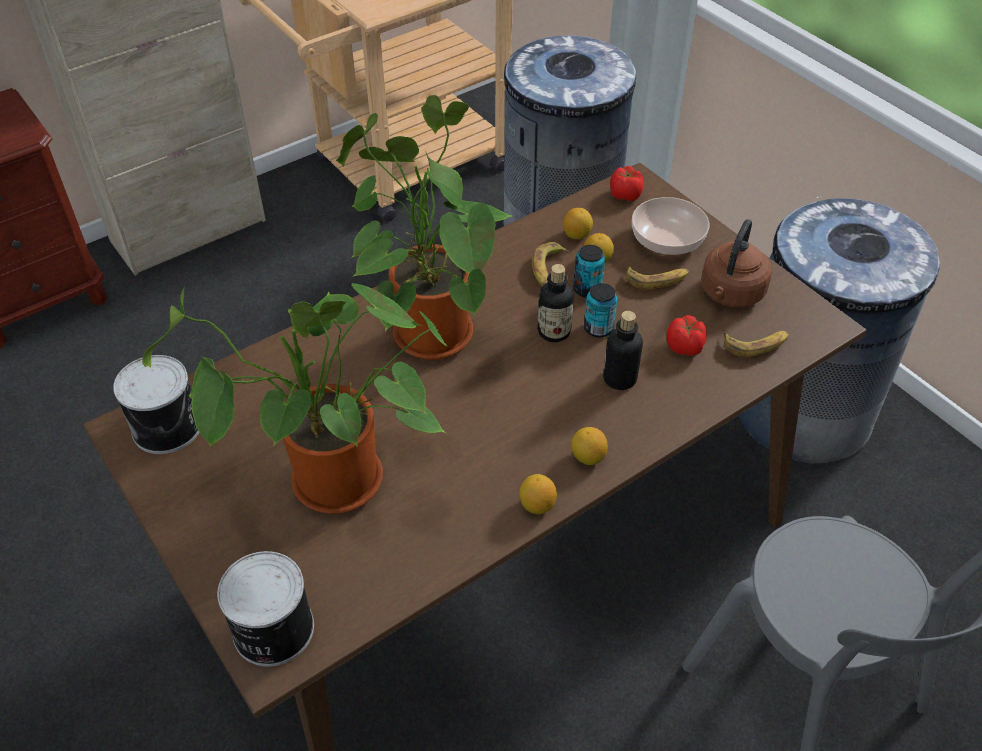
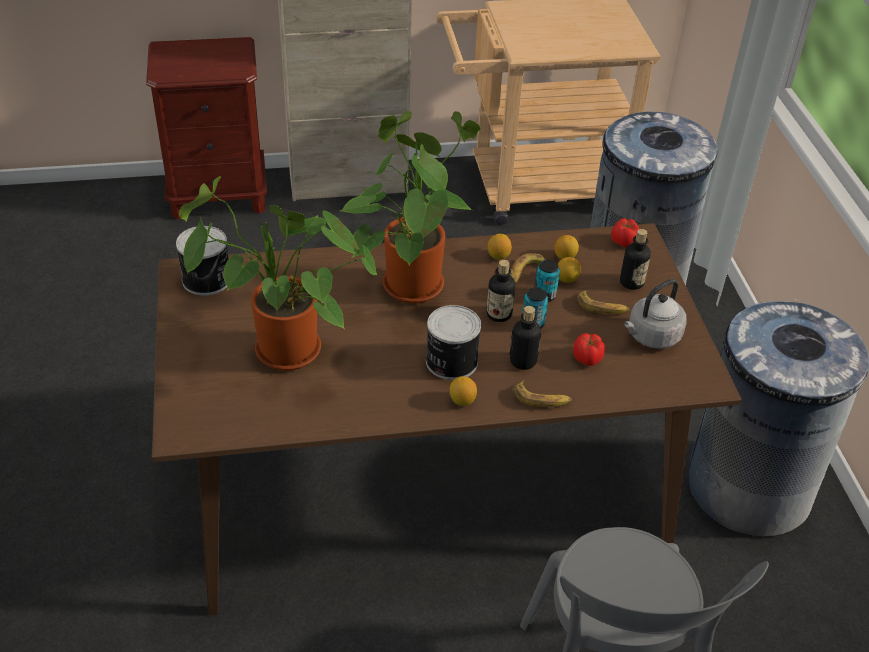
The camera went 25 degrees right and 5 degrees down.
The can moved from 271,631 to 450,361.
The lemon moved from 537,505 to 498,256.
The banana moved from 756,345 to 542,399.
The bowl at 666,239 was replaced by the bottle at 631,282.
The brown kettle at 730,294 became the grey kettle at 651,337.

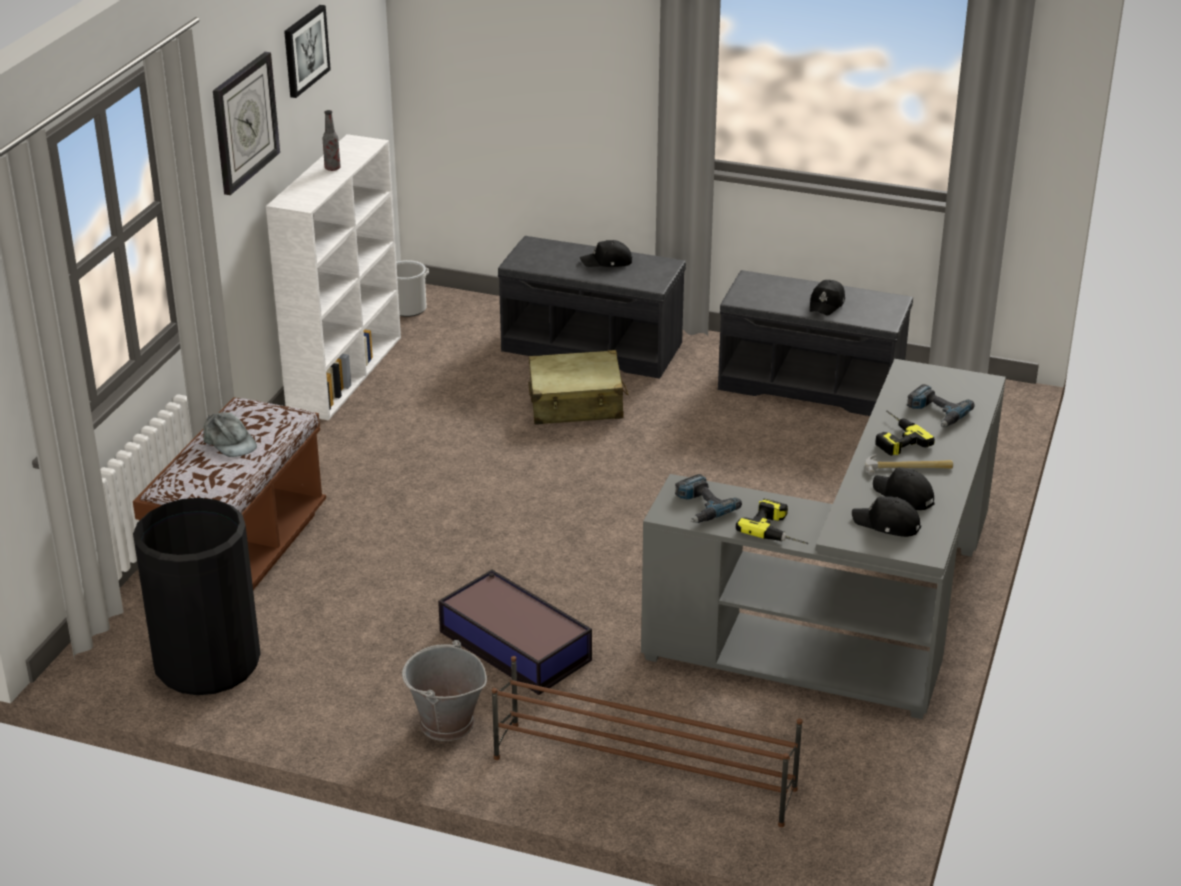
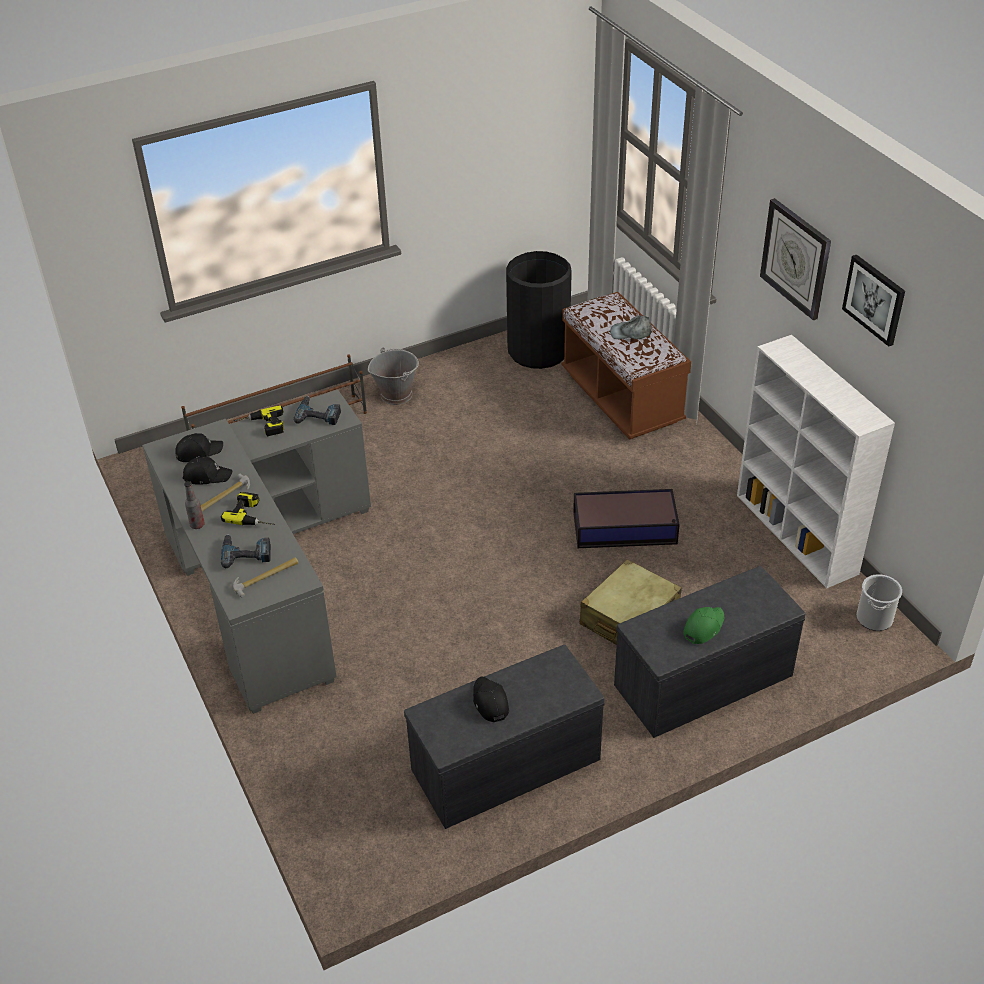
The camera went 135 degrees right and 10 degrees up.
The hammer at 266,577 appeared.
The bottle moved from 332,168 to 197,525.
The storage box moved from 514,644 to 626,528.
The black cap at 607,262 became the green cap at 703,627.

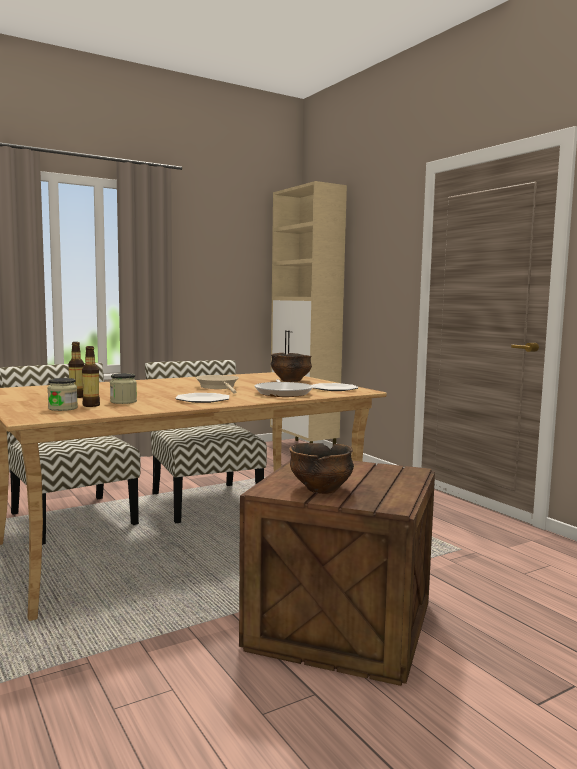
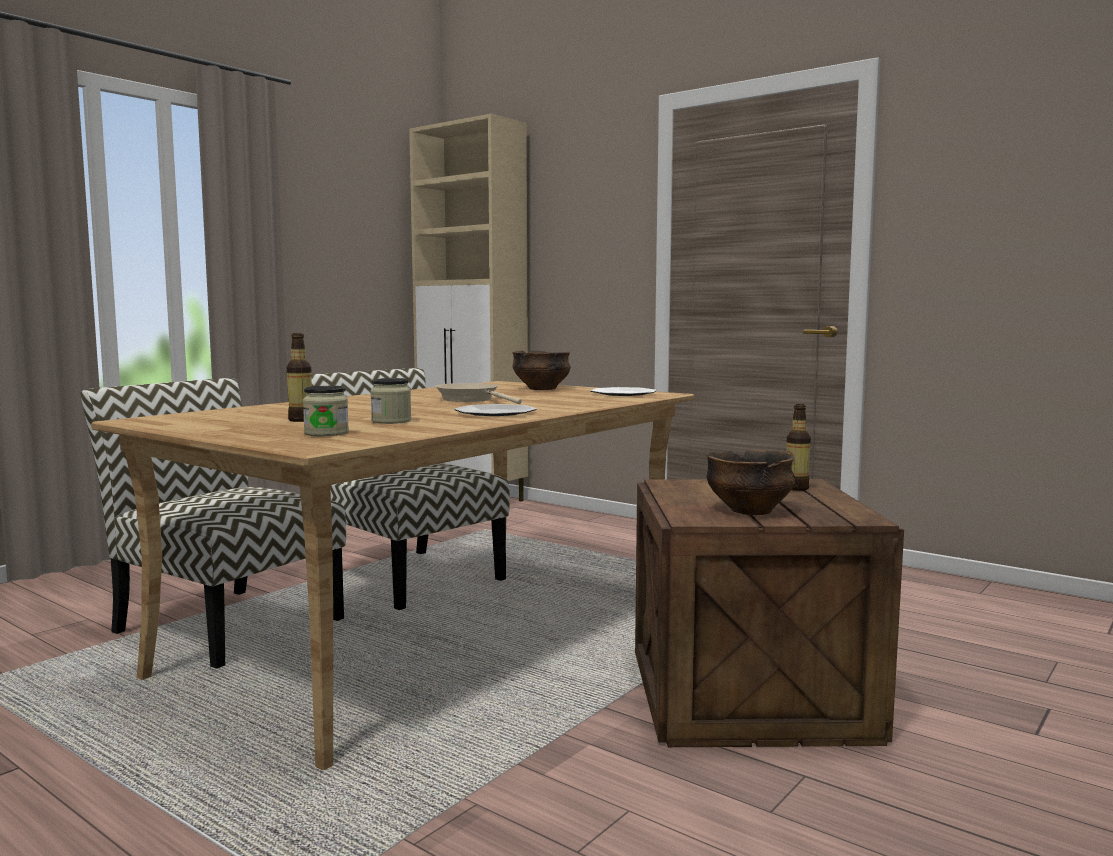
The camera went 20 degrees left and 0 degrees up.
The frying pan at 283,393 disappeared.
The bottle moved from 91,405 to 796,488.

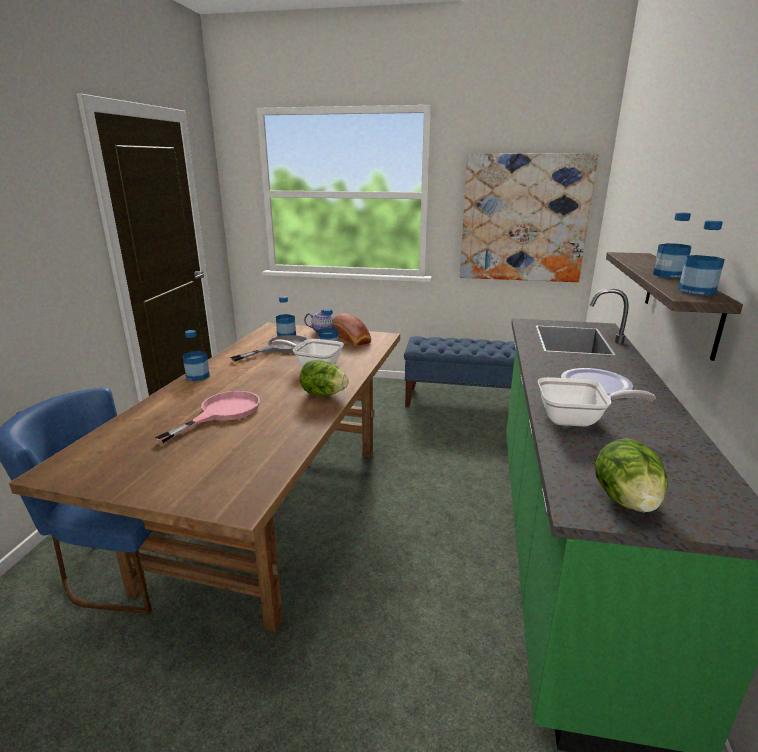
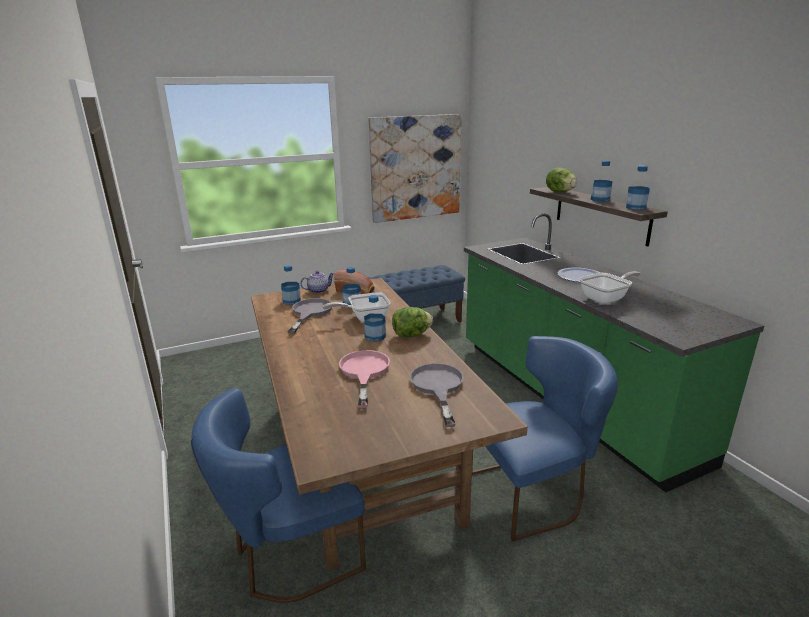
The camera went 35 degrees left and 0 degrees up.
The grey frying pan at 437,387 appeared.
The blue chair at 534,492 appeared.
The bottle moved from 197,376 to 375,336.
The lettuce moved from 626,500 to 560,192.

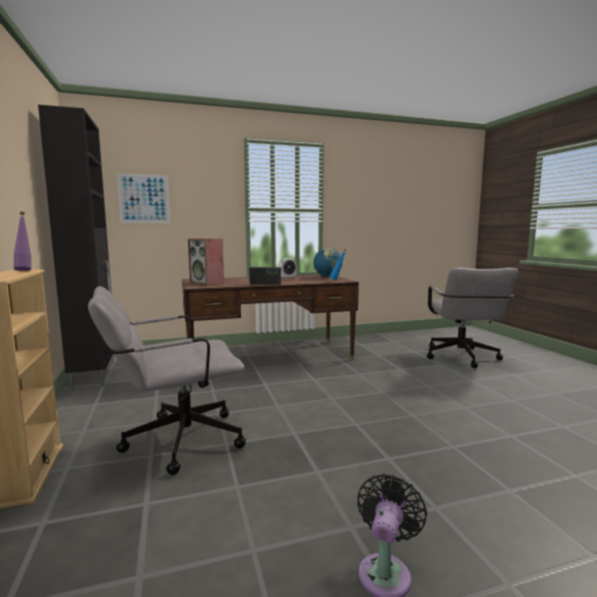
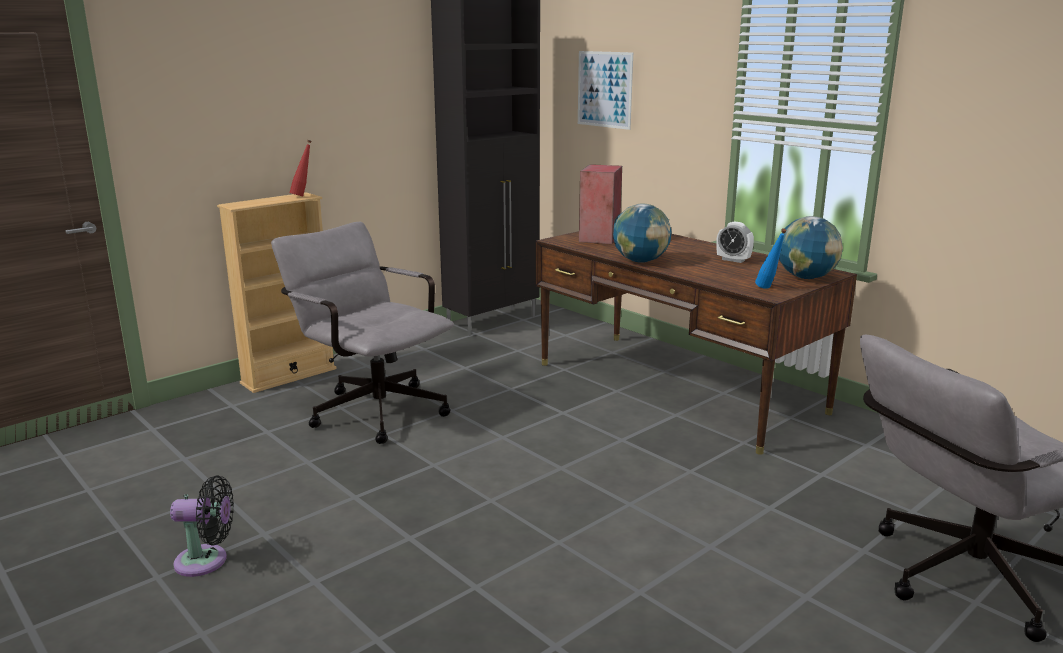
The camera went 65 degrees right and 10 degrees up.
The radio at 265,284 was replaced by the globe at 640,261.
The purple bottle at 25,270 became the red bottle at 303,196.

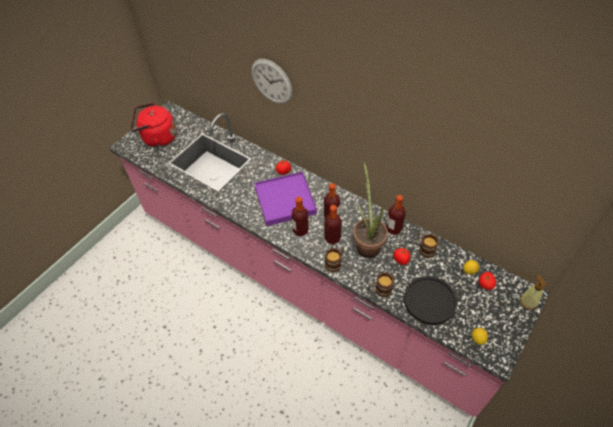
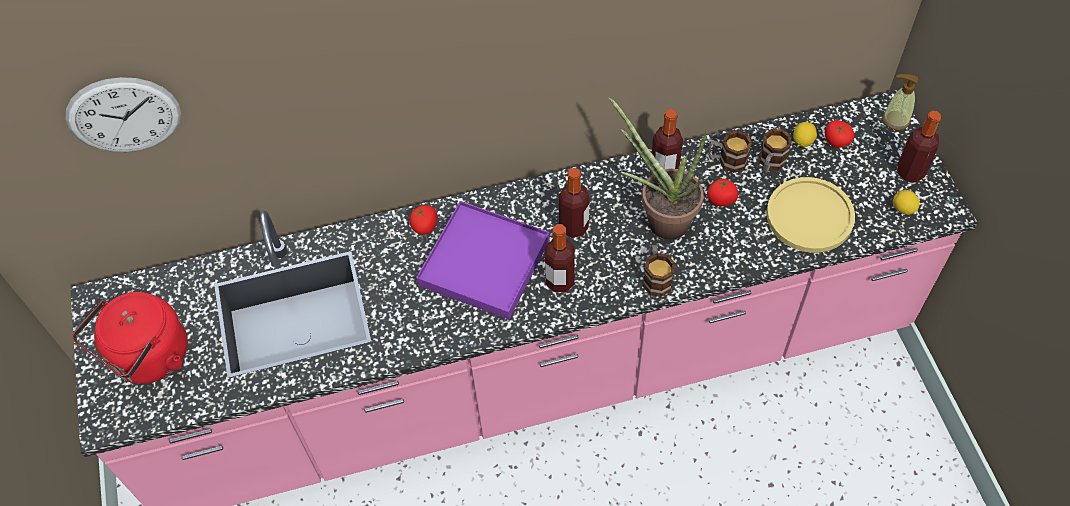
The camera went 50 degrees left and 5 degrees up.
The wall clock moved from 271,81 to 124,115.
The bottle moved from 332,238 to 910,172.
The mug moved from 379,290 to 770,164.
The black plate at 430,300 became the yellow plate at 809,216.

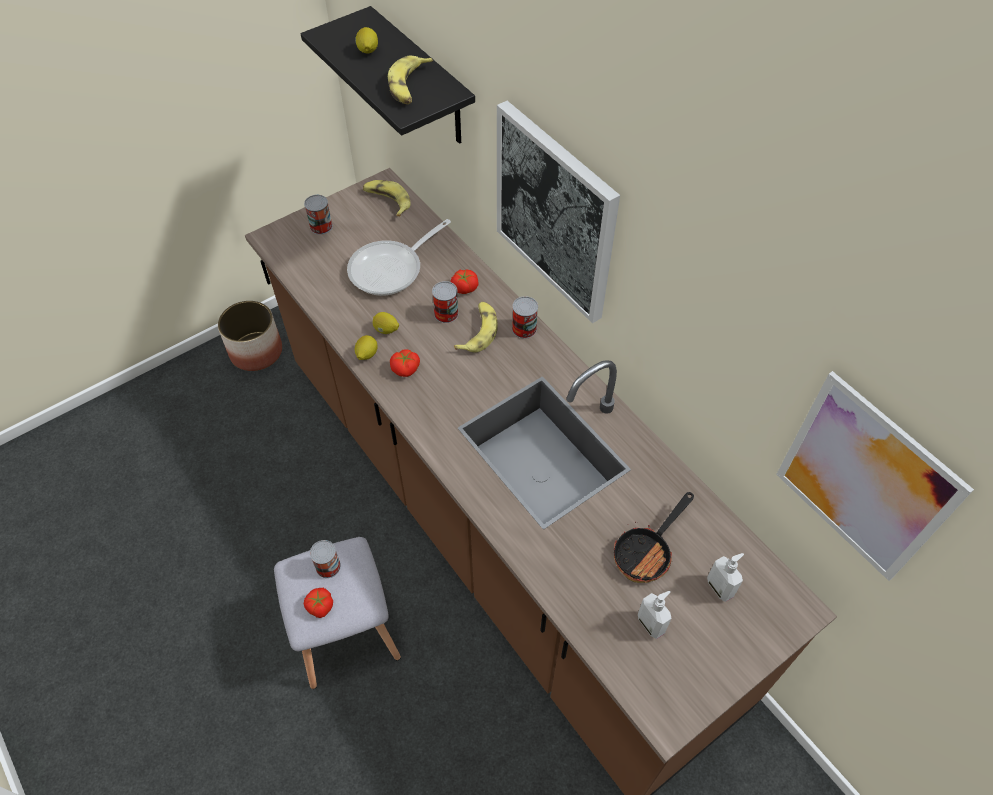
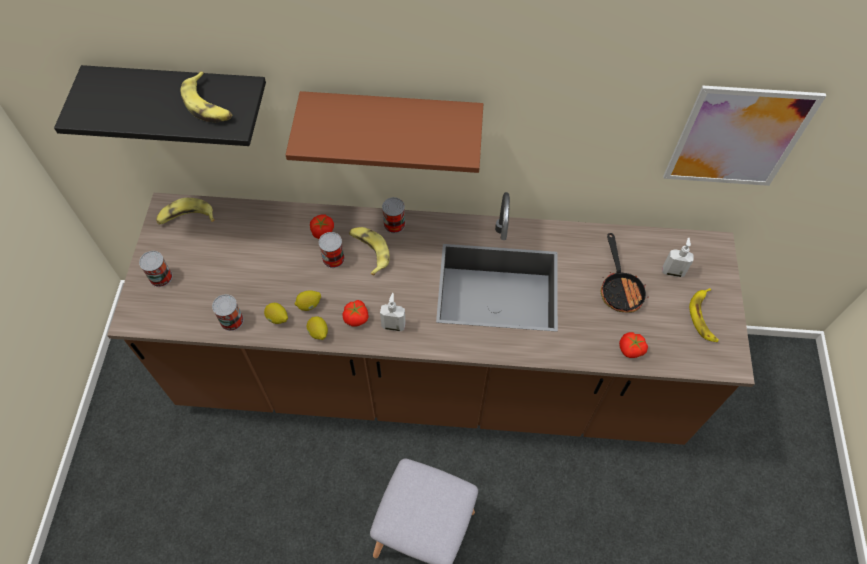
The camera went 50 degrees left and 5 degrees up.
The planter at 257,351 disappeared.
The frying pan at 391,269 disappeared.
The banana at 704,317 appeared.
The tomato moved from 320,606 to 631,349.
The can moved from 328,566 to 231,320.
The lemon moved from 367,51 to 277,318.
The soap dispenser moved from 651,624 to 393,325.
The picture at 556,212 was replaced by the brown shelf at 392,121.

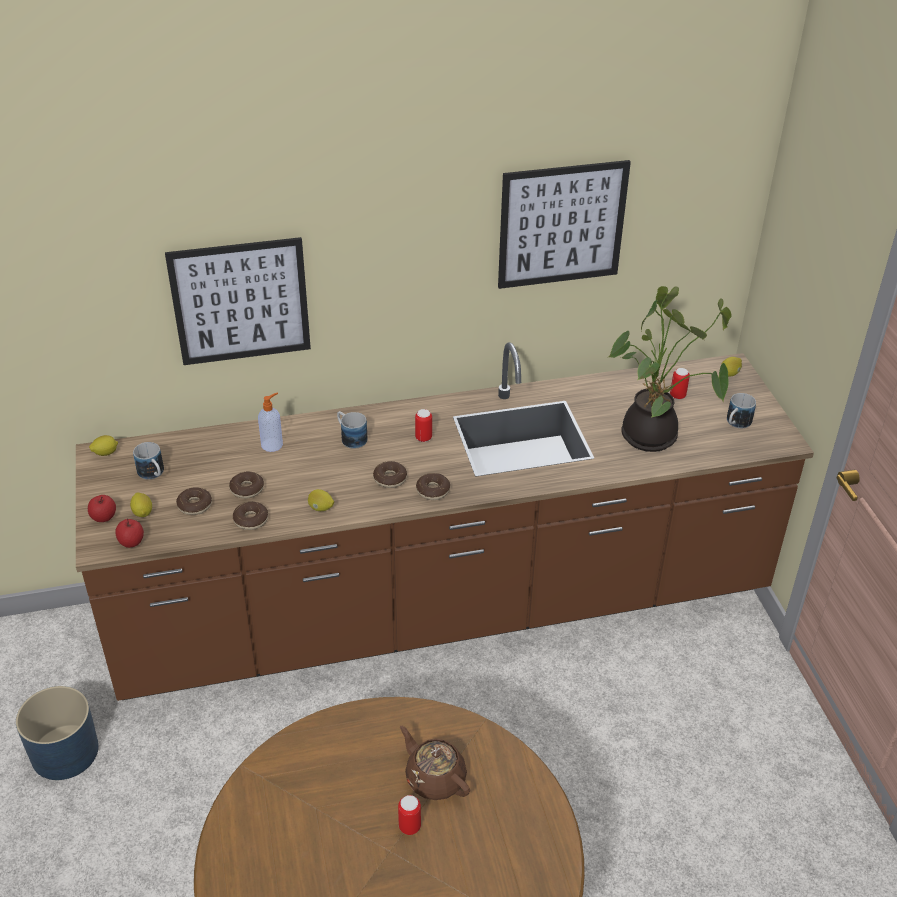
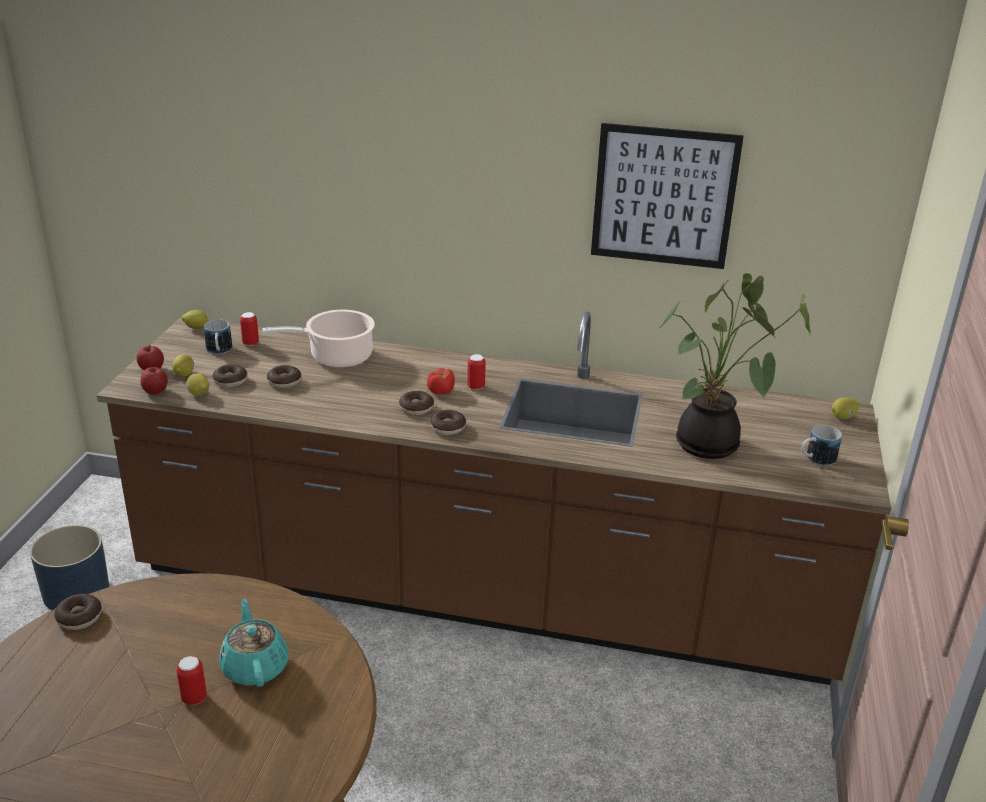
The camera went 25 degrees right and 10 degrees down.
The picture at 240,301 disappeared.
The mug at 350,437 disappeared.
The tomato at 441,391 appeared.
The donut moved from 251,520 to 79,617.
The lemon moved from 321,508 to 198,394.
The can moved from 677,396 to 250,343.
The soap dispenser at 272,444 was replaced by the cooking pot at 336,357.
The brown teapot at 434,778 became the turquoise teapot at 255,666.

